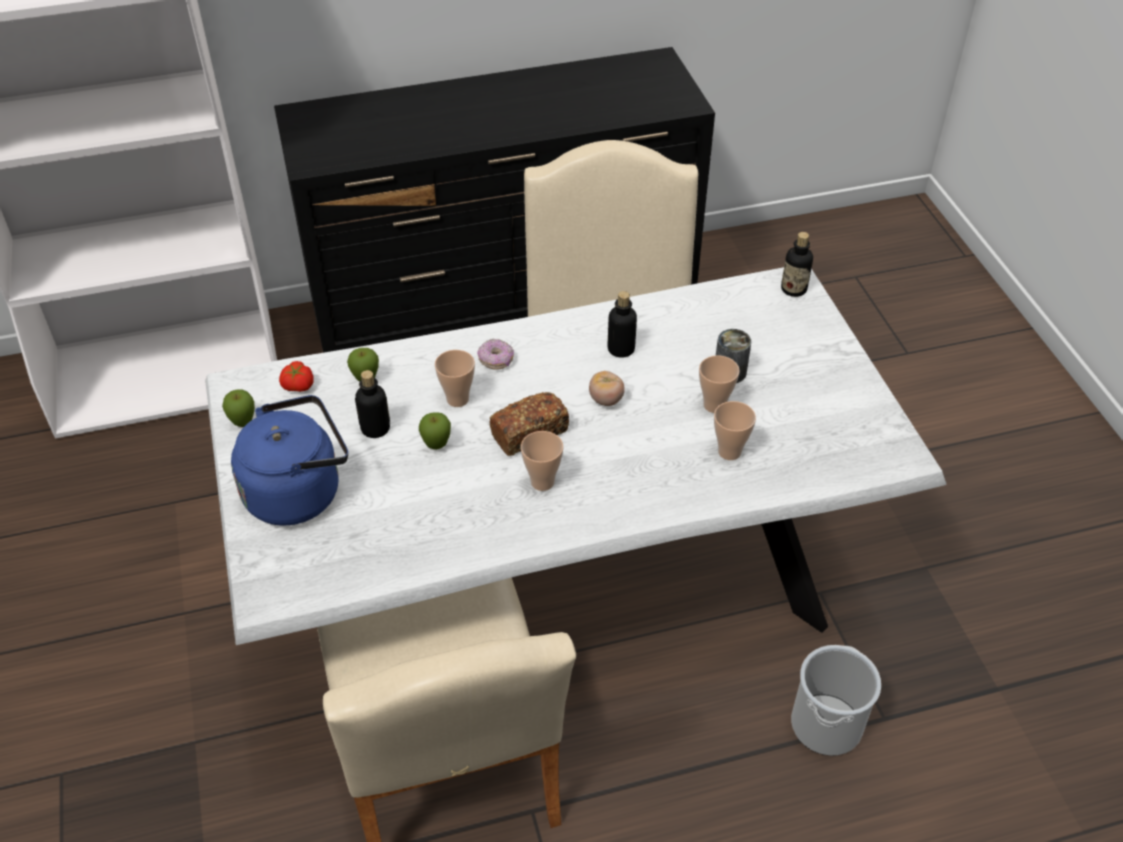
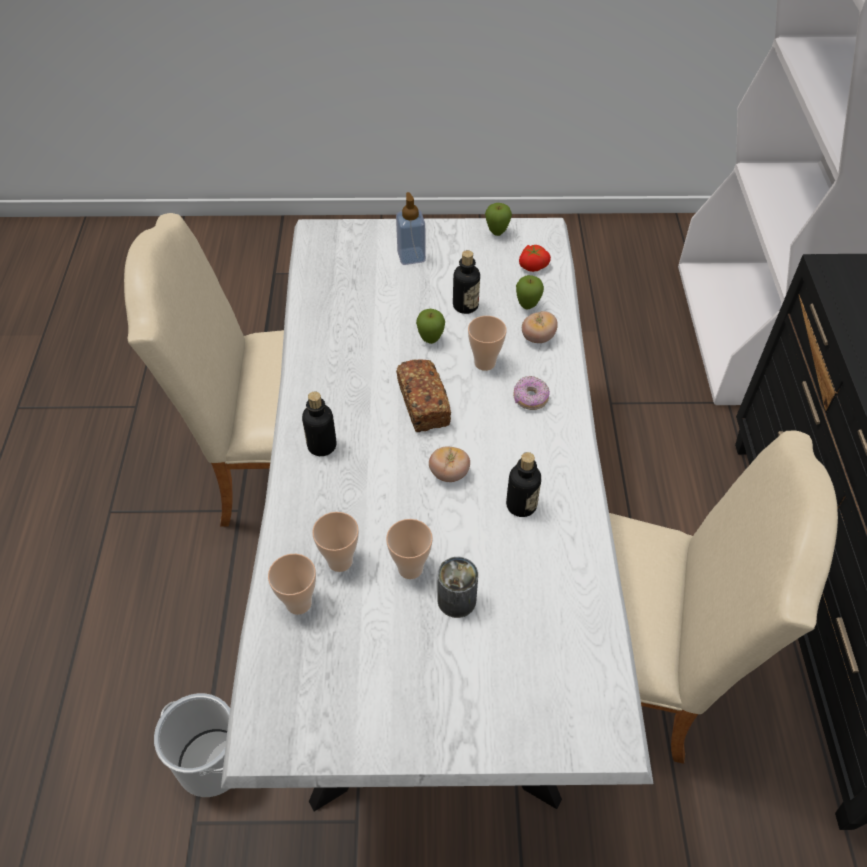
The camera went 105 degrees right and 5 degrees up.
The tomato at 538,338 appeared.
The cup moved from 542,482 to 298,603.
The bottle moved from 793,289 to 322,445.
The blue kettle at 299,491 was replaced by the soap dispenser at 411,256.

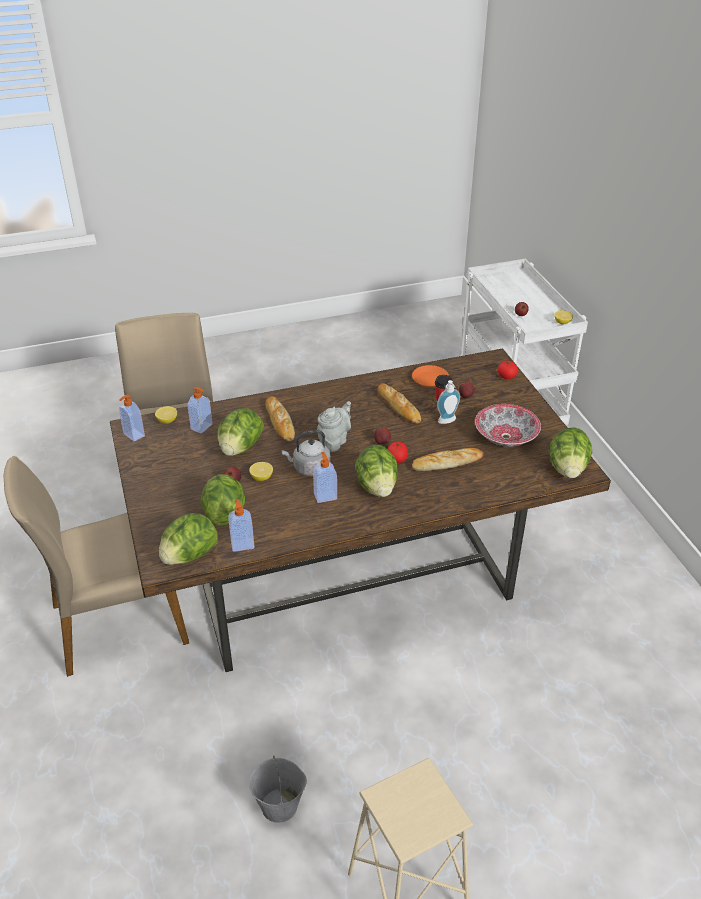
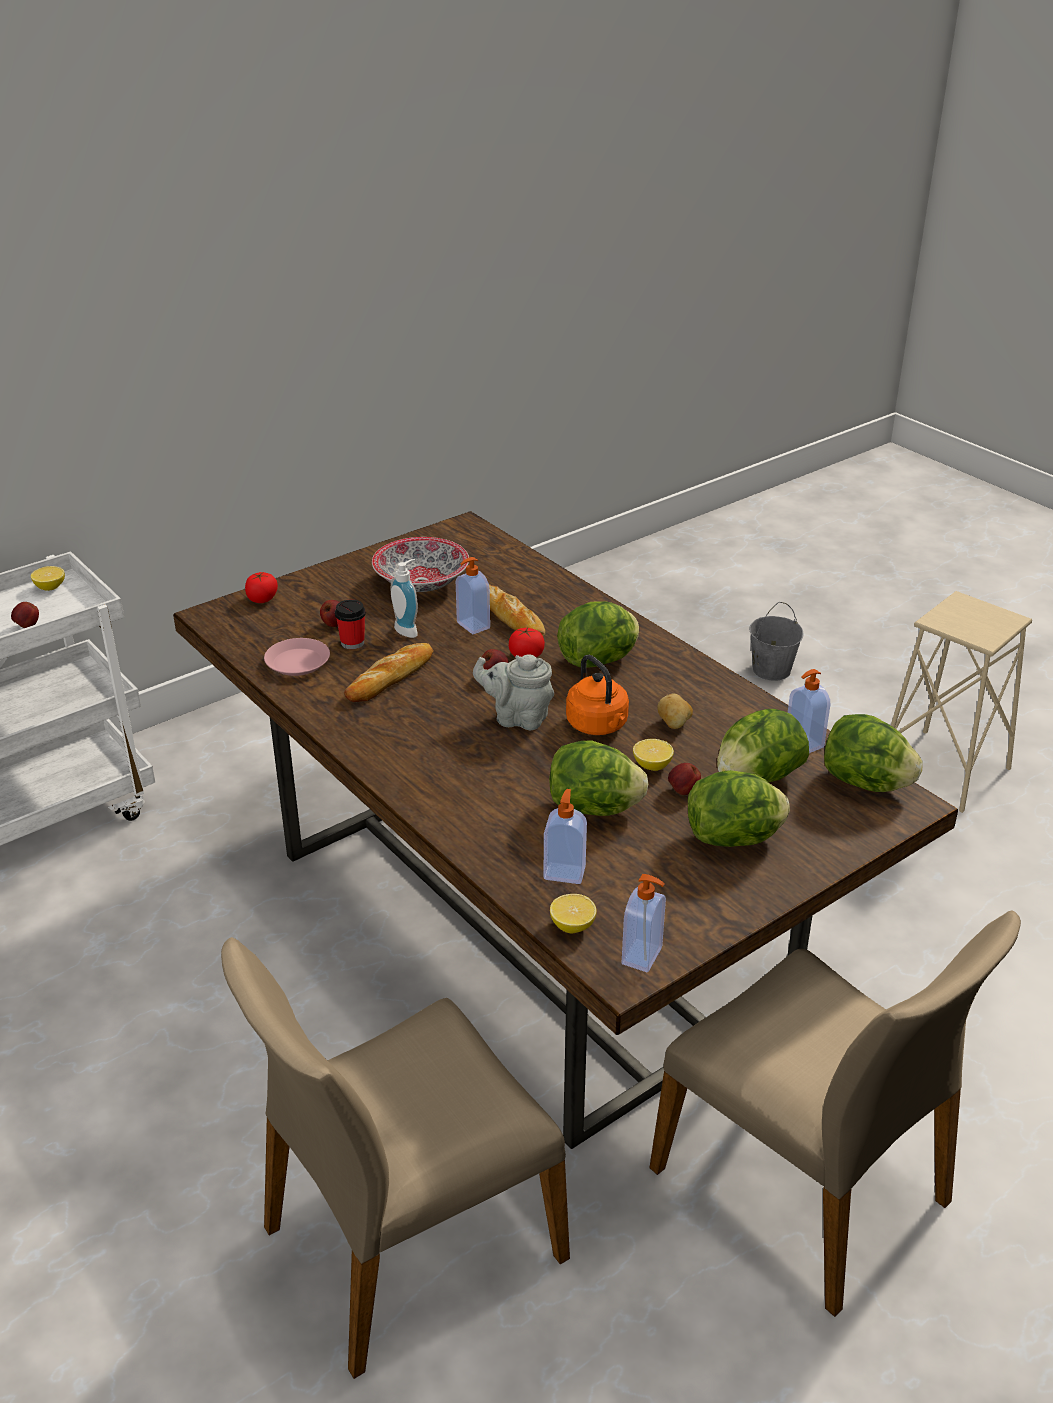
The camera went 110 degrees left and 5 degrees down.
The bread at 280,422 disappeared.
The potato at 674,724 appeared.
The grey bucket moved from 280,805 to 771,670.
The soap dispenser moved from 325,496 to 472,626.
The lettuce moved from 567,469 to 734,838.
The grey kettle at 309,468 became the orange kettle at 599,726.
The orange plate at 430,379 became the pink plate at 297,662.

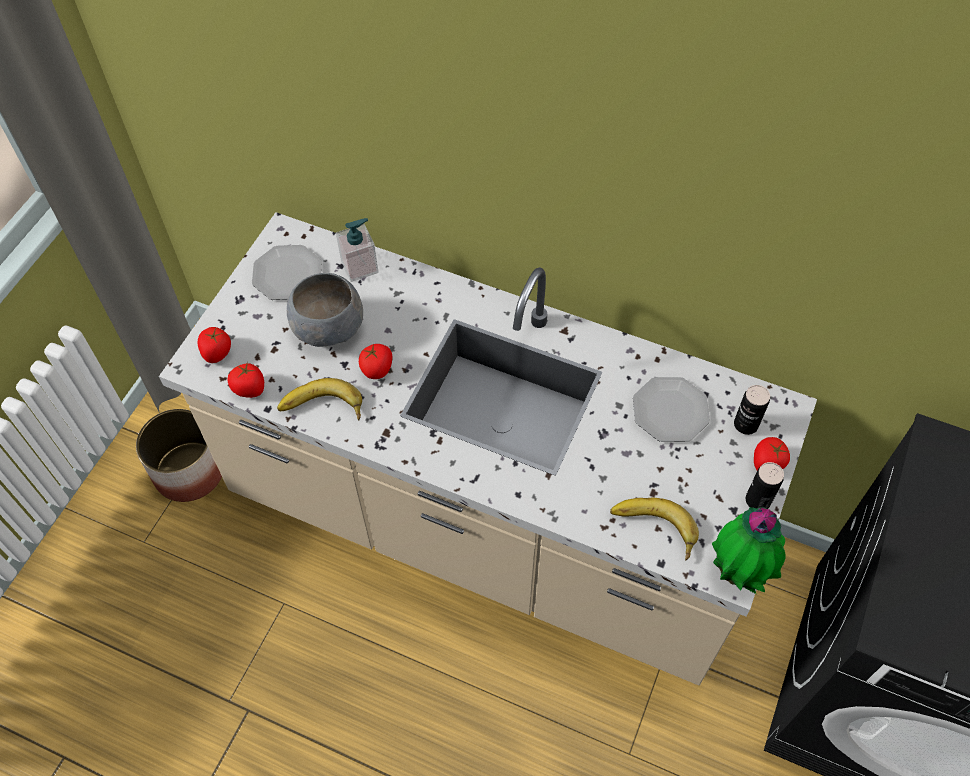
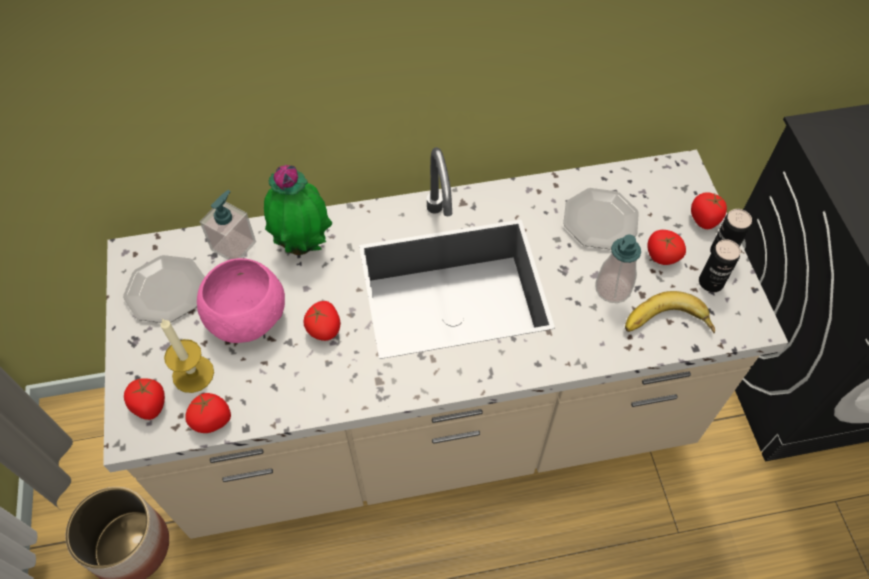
The camera went 35 degrees left and 0 degrees up.
The banana at 322,409 disappeared.
The candle at 193,374 appeared.
The soap dispenser at 612,289 appeared.
The tomato at 661,256 appeared.
The potted plant moved from 739,572 to 303,245.
The can moved from 745,424 to 710,282.
The grey bowl at 328,327 became the pink bowl at 246,317.

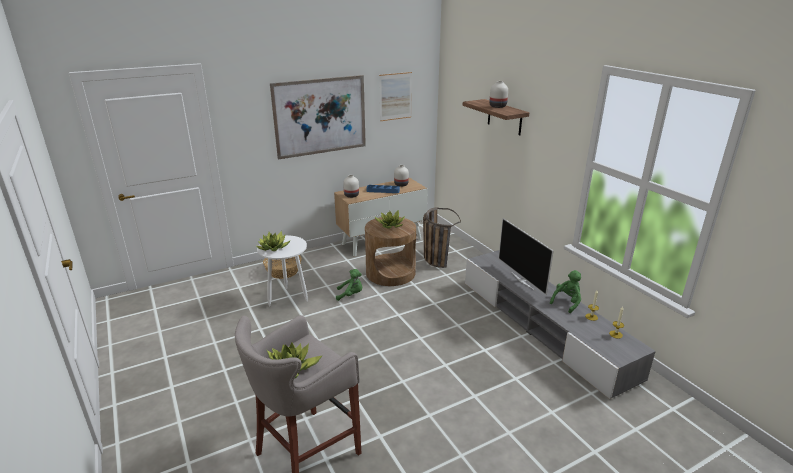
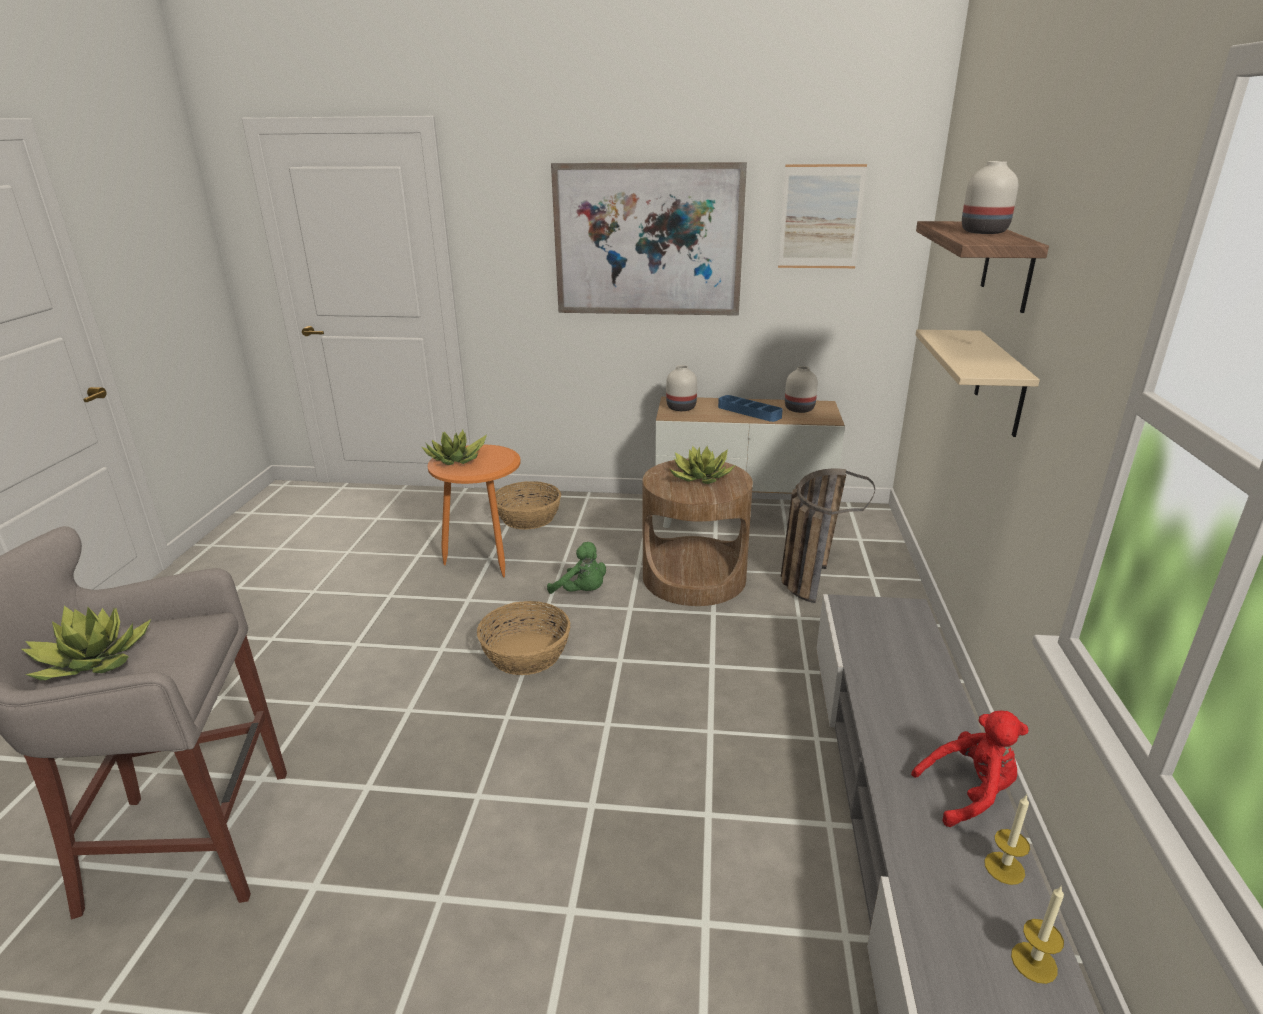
The camera went 35 degrees right and 0 degrees up.
The television at 523,281 disappeared.
The basket at 526,653 appeared.
The beige shelf at 1000,383 appeared.
The white side table at 287,297 became the orange side table at 485,560.
The green plush toy at 566,302 became the red plush toy at 969,793.

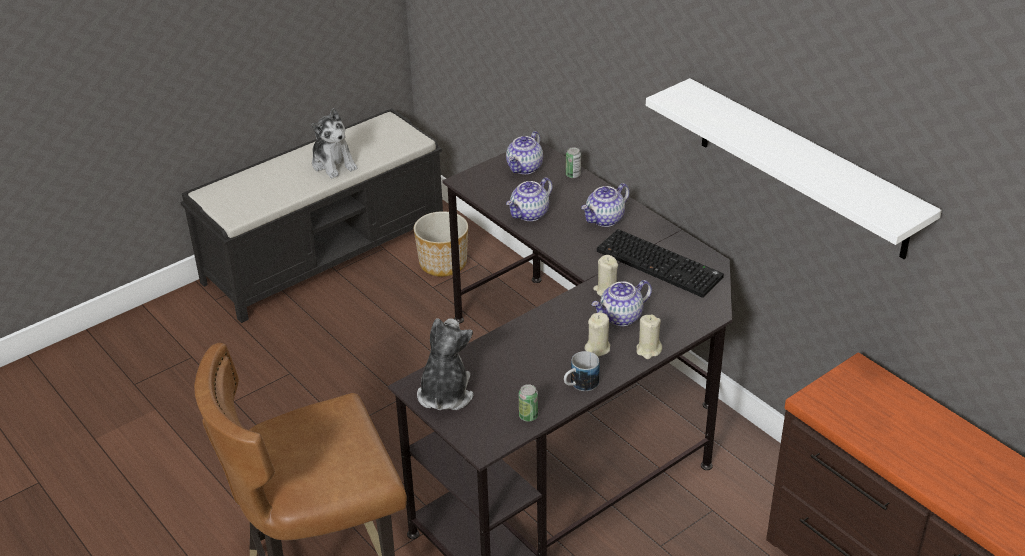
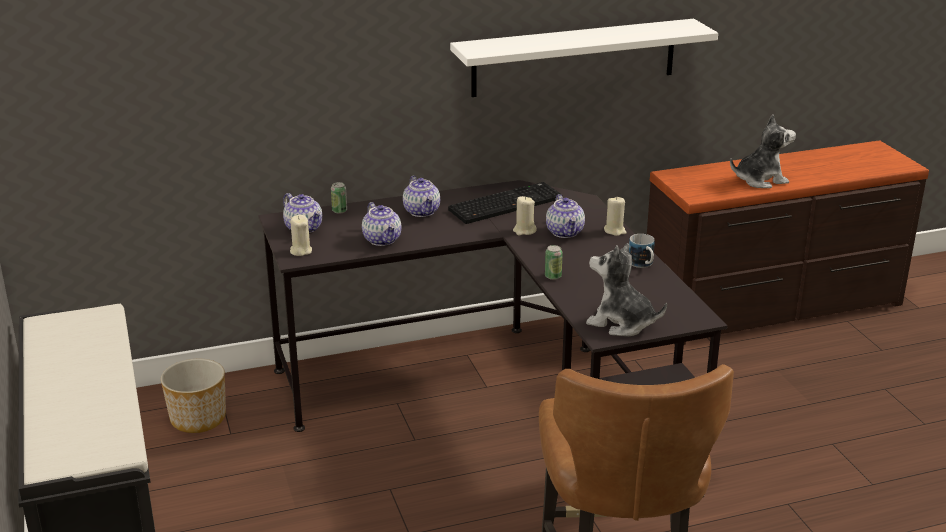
The camera went 70 degrees left and 10 degrees down.
The plush toy moved from 333,164 to 760,180.
The can moved from 528,416 to 553,276.
The beige candle moved from 598,348 to 300,251.

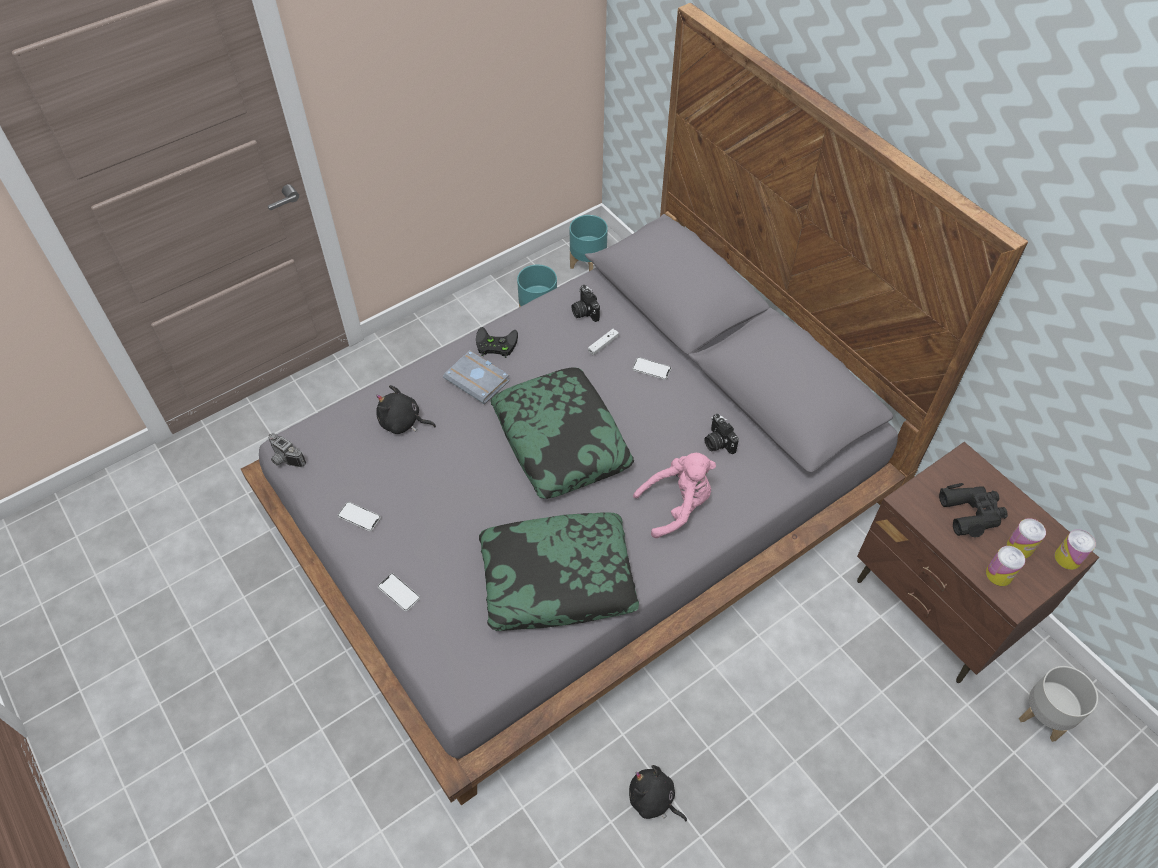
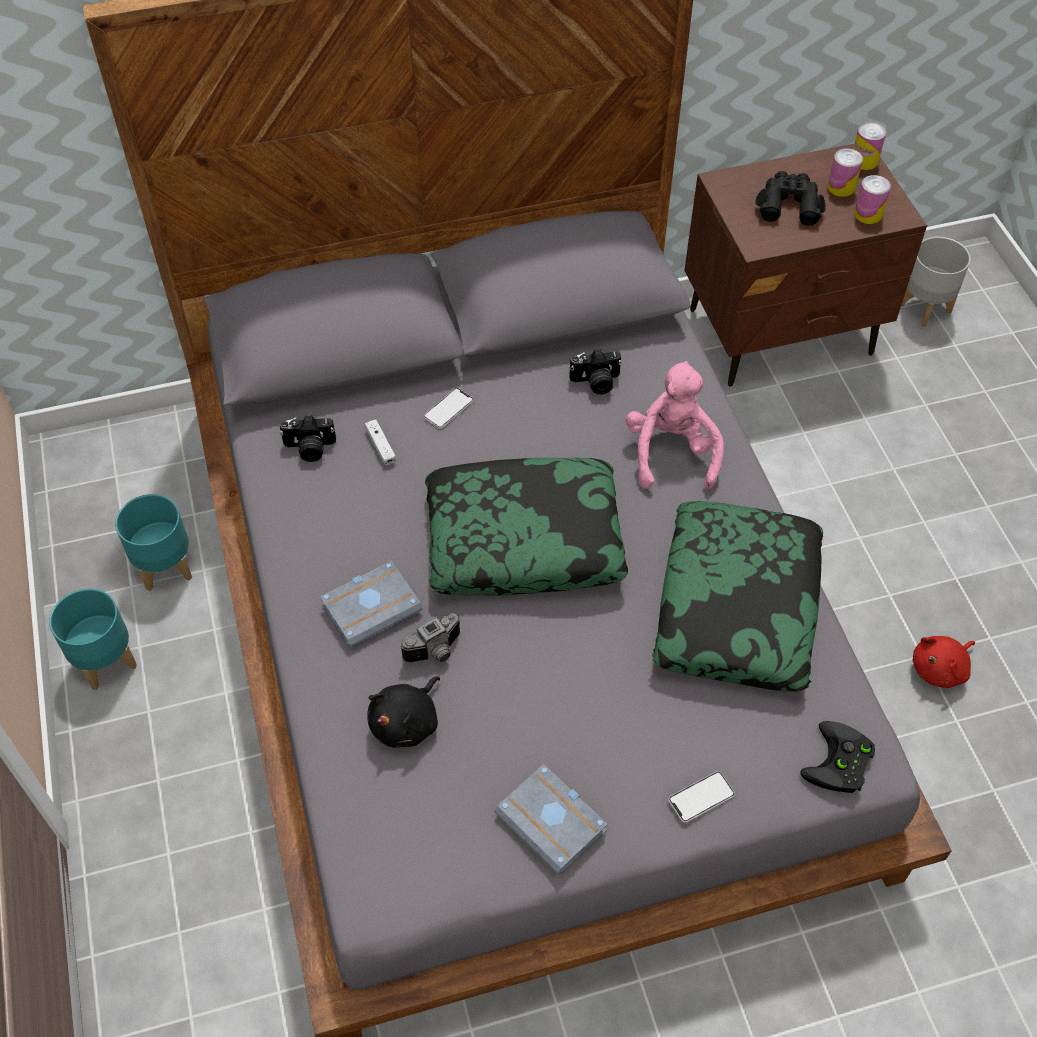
The camera went 70 degrees left and 0 degrees up.
The photo camera moved from 284,460 to 436,652.
The black game controller moved from 494,345 to 840,764.
The turquoise planter moved from 588,265 to 105,661.
The phone at 359,517 was replaced by the grey book at 554,822.
The black plush toy at 653,800 became the red plush toy at 940,669.

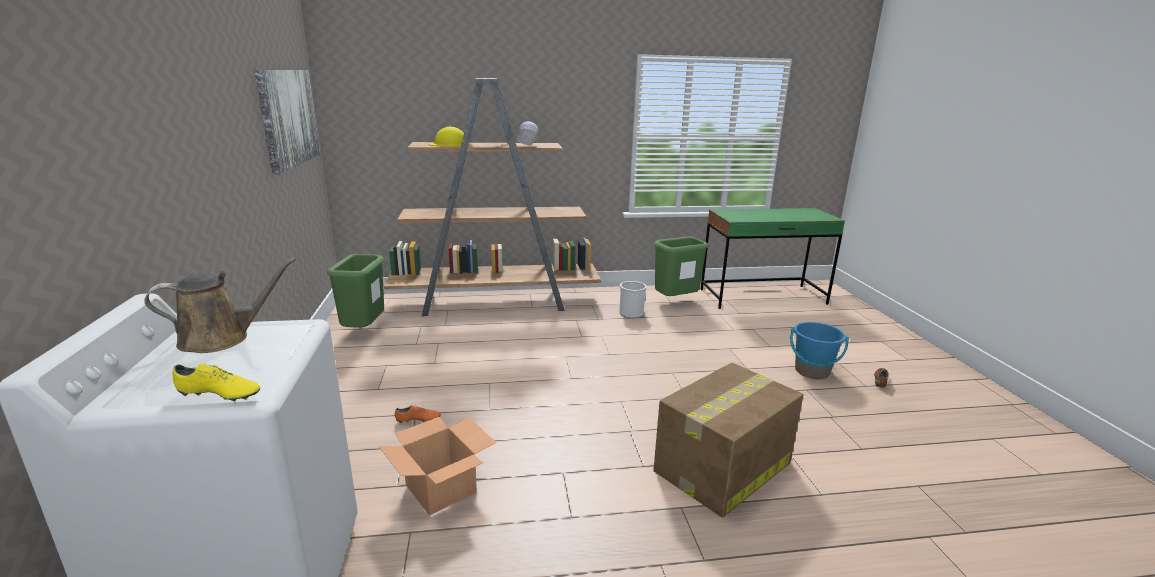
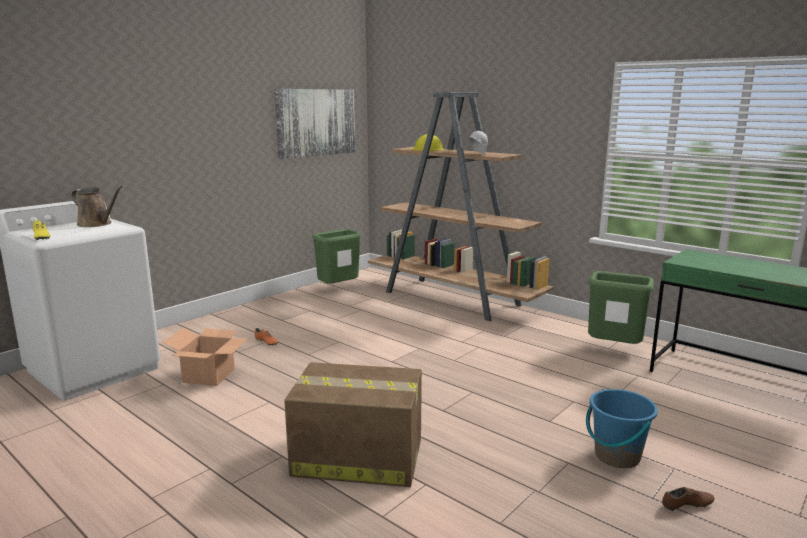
The camera went 50 degrees right and 5 degrees down.
The bucket at 631,313 disappeared.

